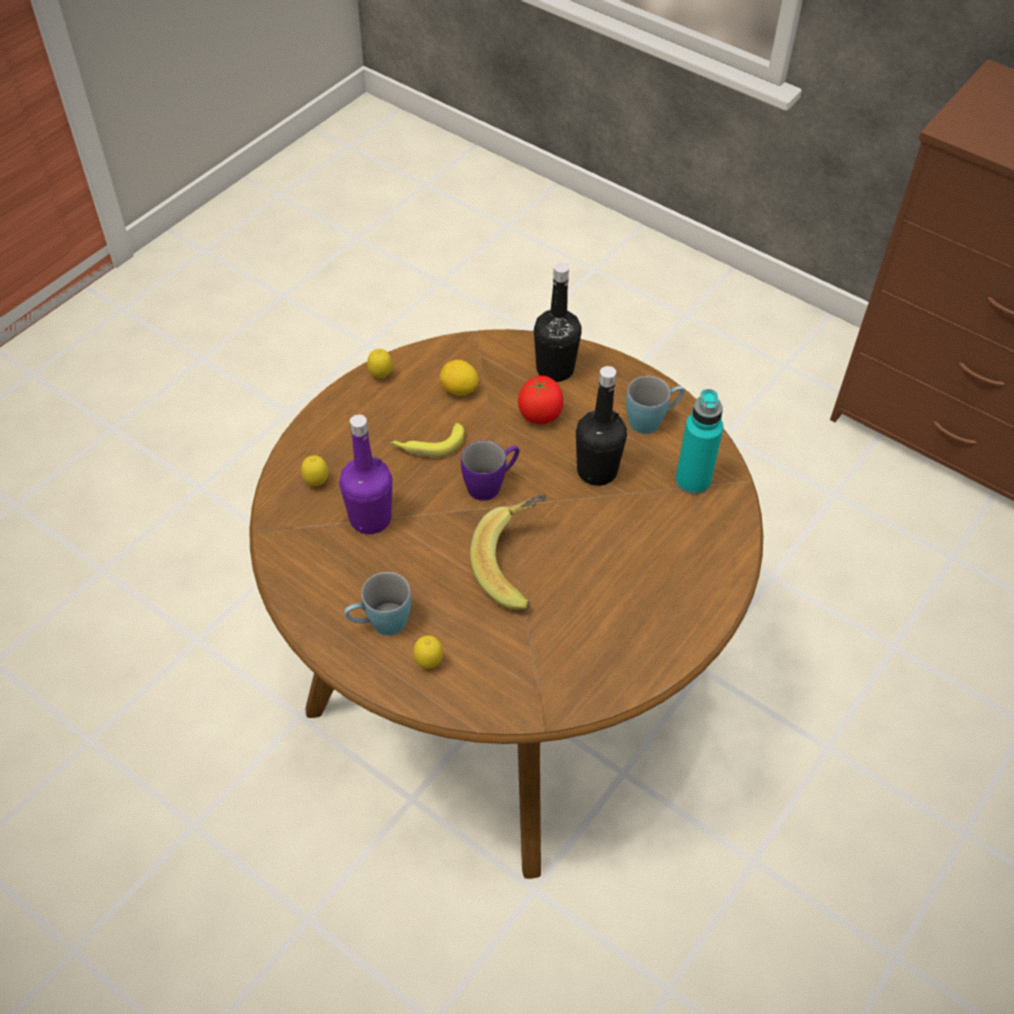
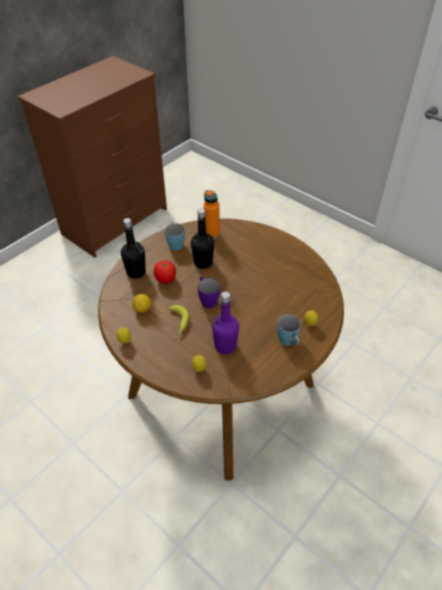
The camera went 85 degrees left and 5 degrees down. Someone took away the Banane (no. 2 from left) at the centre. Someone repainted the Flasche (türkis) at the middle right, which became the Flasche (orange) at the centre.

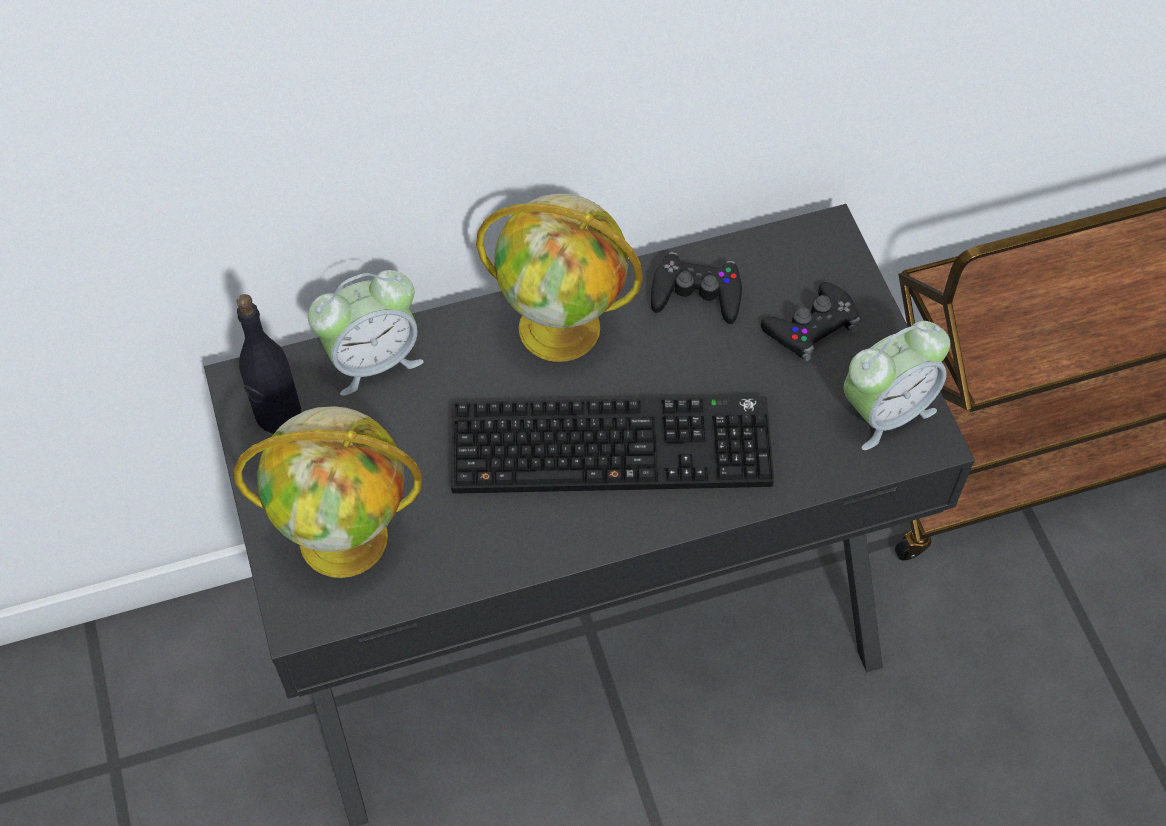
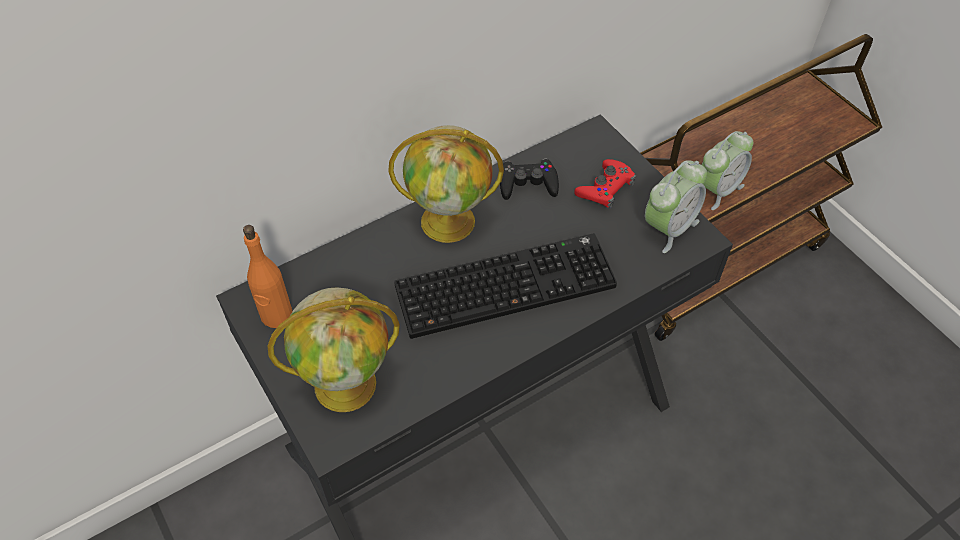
The camera went 15 degrees left and 5 degrees down. Someone repainted the Flasche (schwarz) at the middle left, which became the Flasche (orange) at the middle left. Someone carried the Wecker (no. 1 from left in the first image) from the middle left to the top right. Someone repainted the Gamepad (schwarz) (no. 2 from left) at the middle right, which became the Gamepad (rot) at the centre.

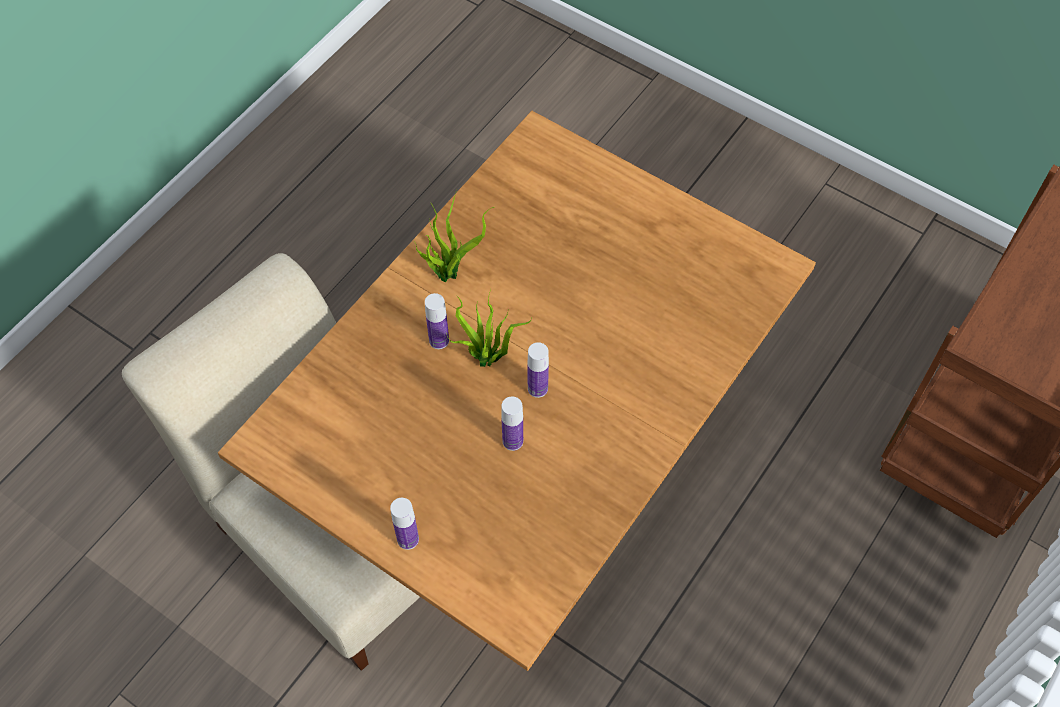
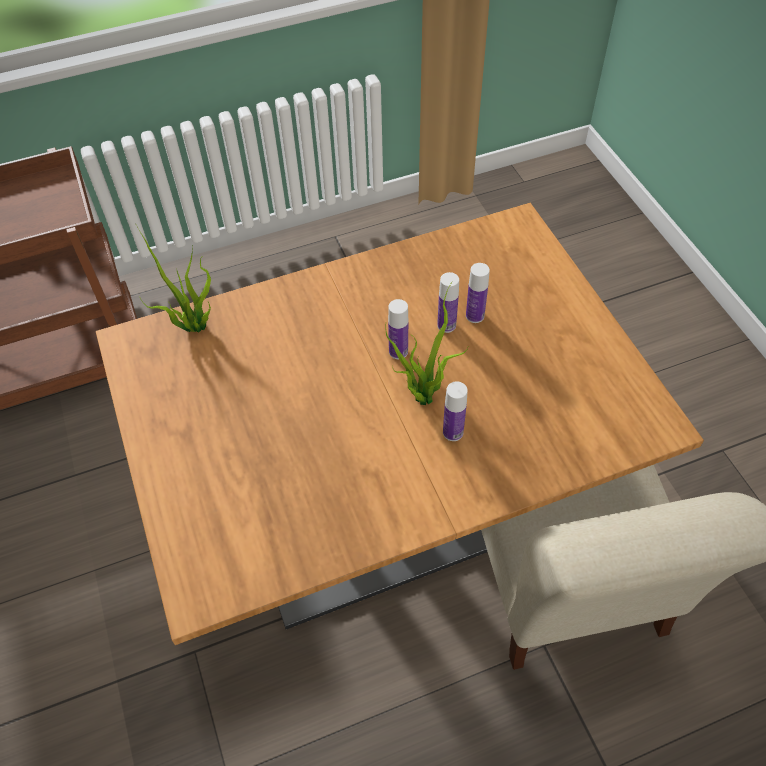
The camera went 145 degrees left and 5 degrees down. Someone carried the Flasche (no. 1 from left in the first image) from the bottom centre to the centre. Someone carried the Topfpflanze (no. 1 from left) from the centre to the middle left.

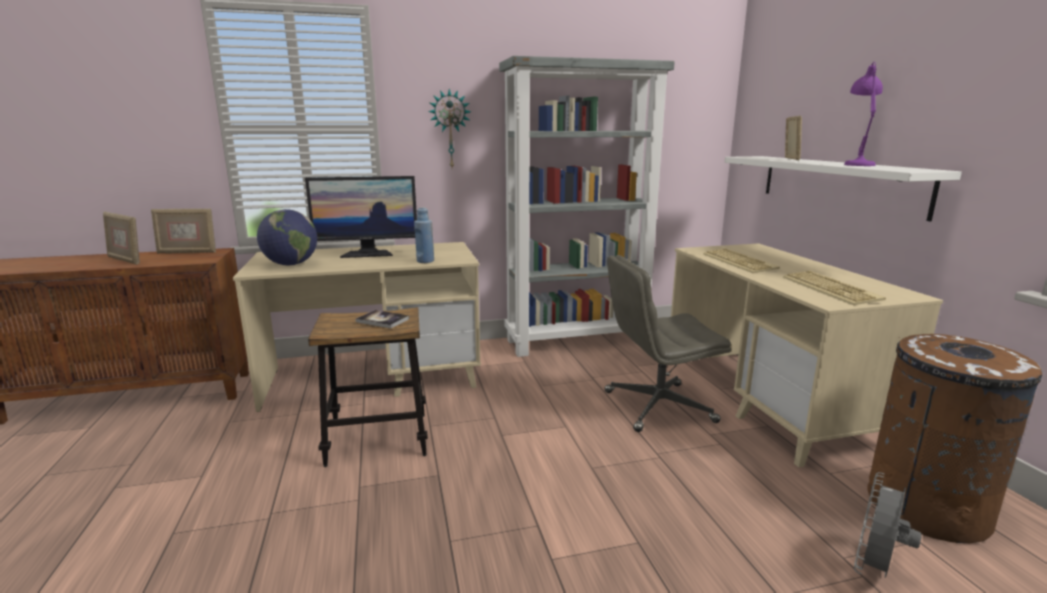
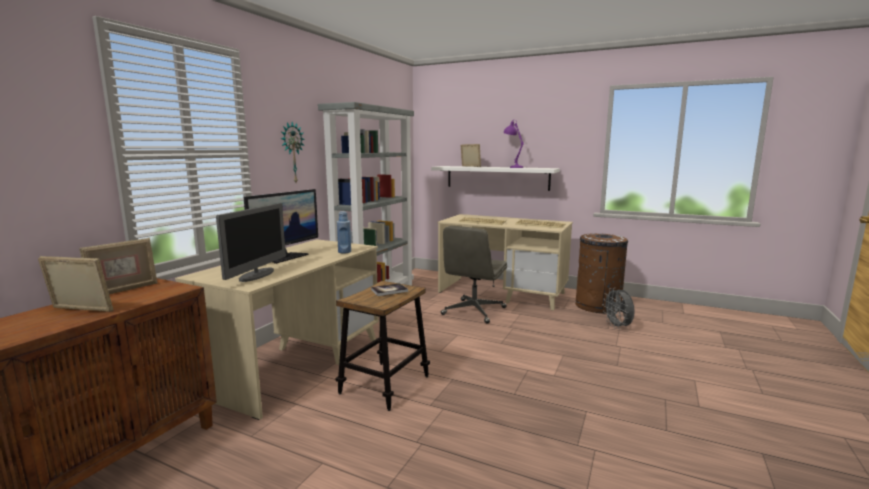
The camera went 50 degrees left and 5 degrees down. Someone rotated the Bilderrahmen (no. 1 from left) at the middle left by 150 degrees counterclockwise. Someone swapped the Globus at the middle left for the Monitor (no. 1 from left) at the middle left.

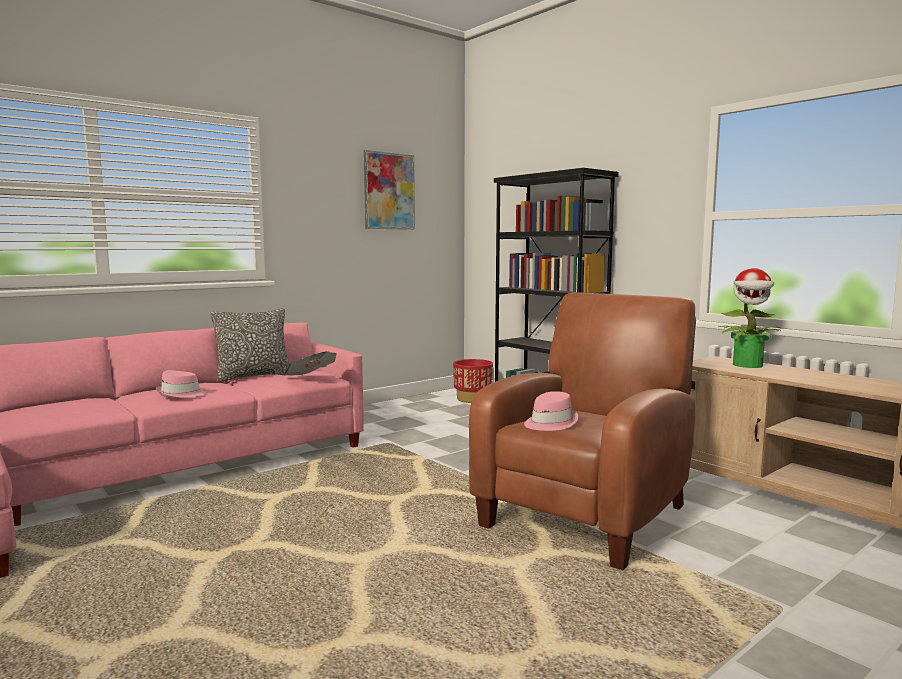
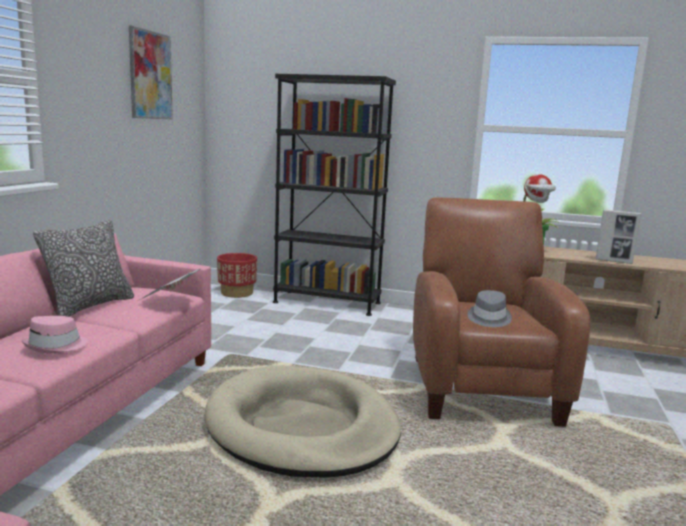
The camera went 35 degrees left and 5 degrees up. Someone repainted the Hut (rosa) (no. 2 from left) at the centre, which became the Hut (grau) at the middle right. Someone put down the Hundebett (beige) at the bottom centre. Someone put down the Bilderrahmen at the middle right.

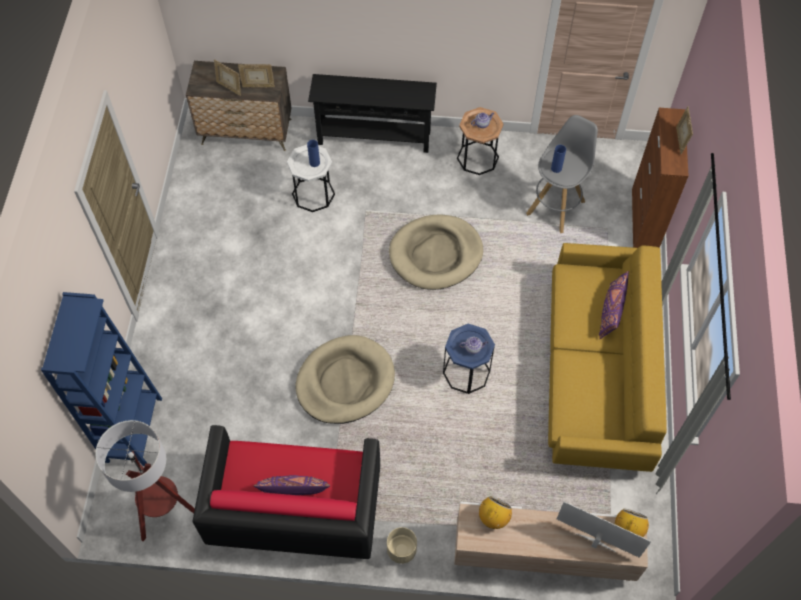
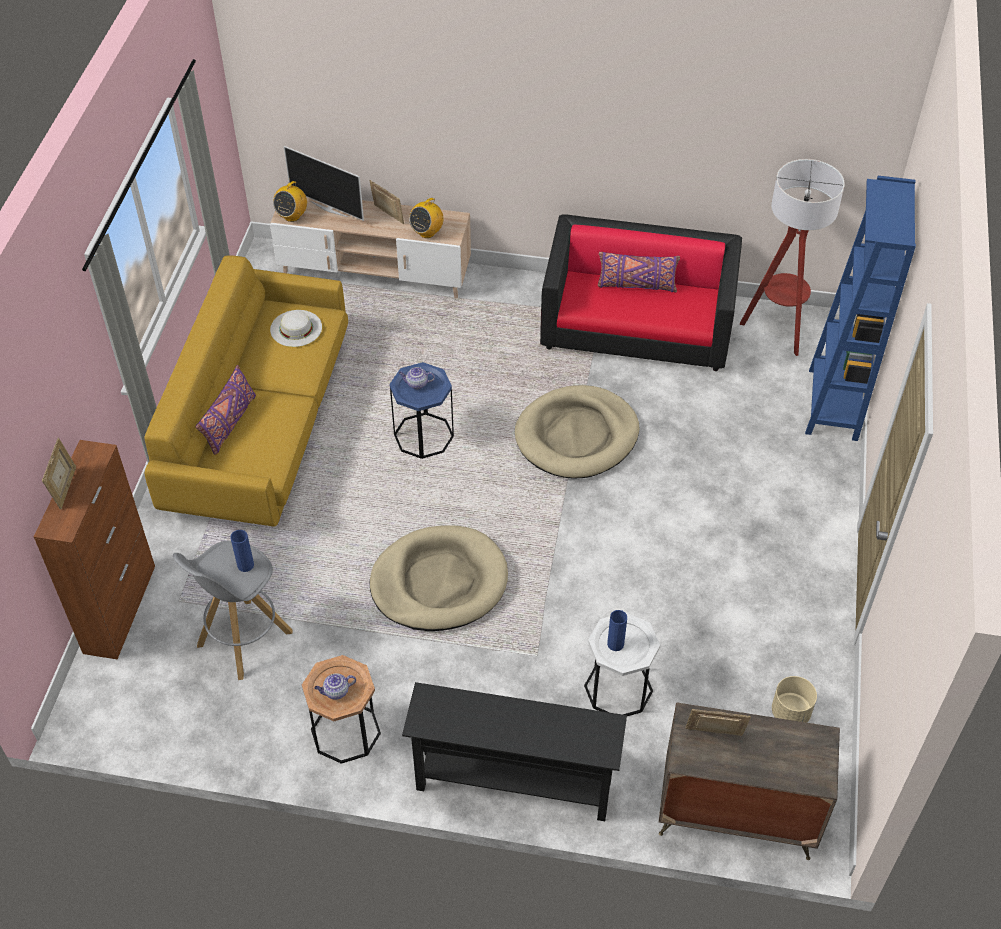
The camera went 175 degrees left and 10 degrees down. Someone carried the Bilderrahmen (no. 1 from left in the first image) from the top left to the top centre. Someone carried the Pflanzkübel (beige) from the bottom centre to the bottom right. Someone put down the Hut (weiß) at the middle left.

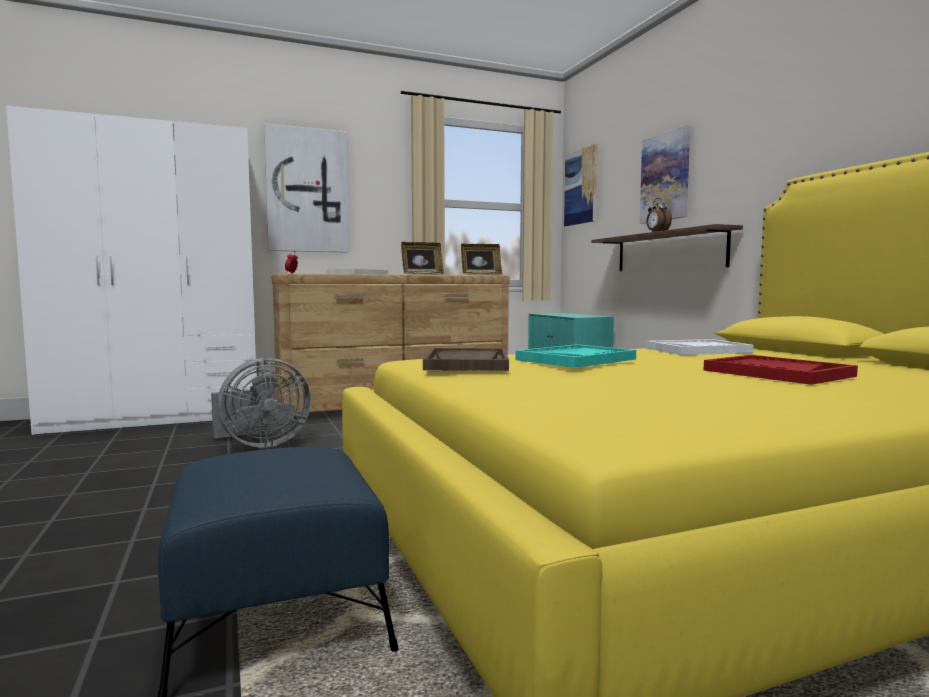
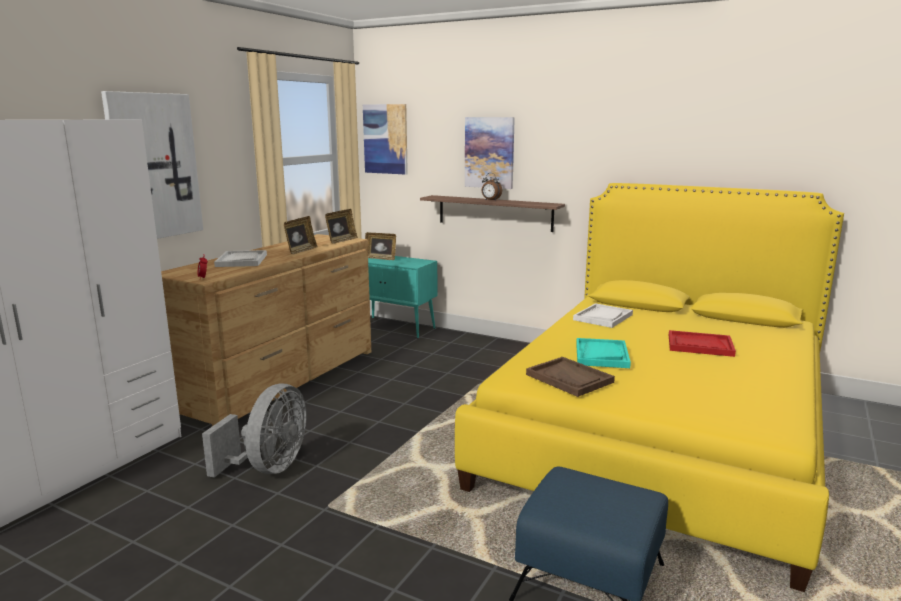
The camera went 40 degrees left and 10 degrees up. Someone put down the Bilderrahmen (no. 3 from left) at the centre.

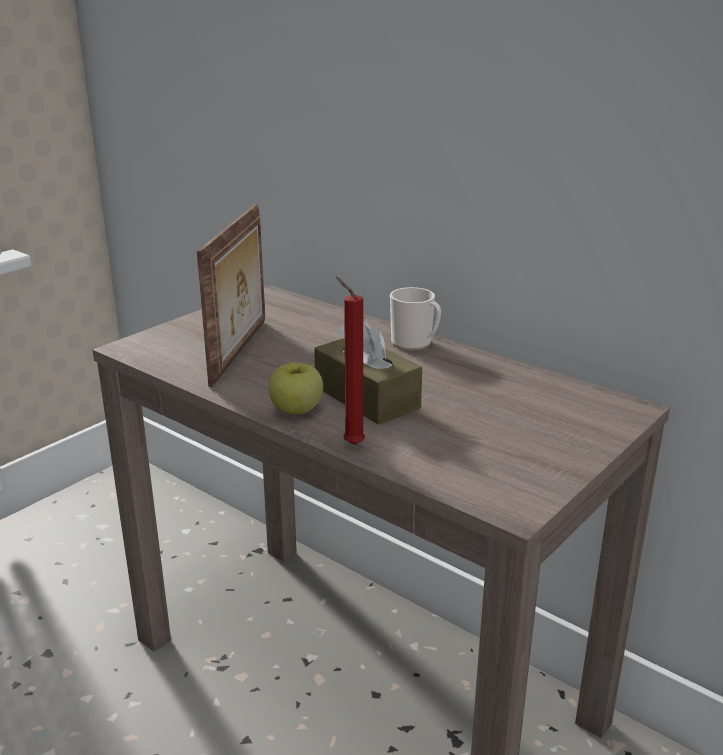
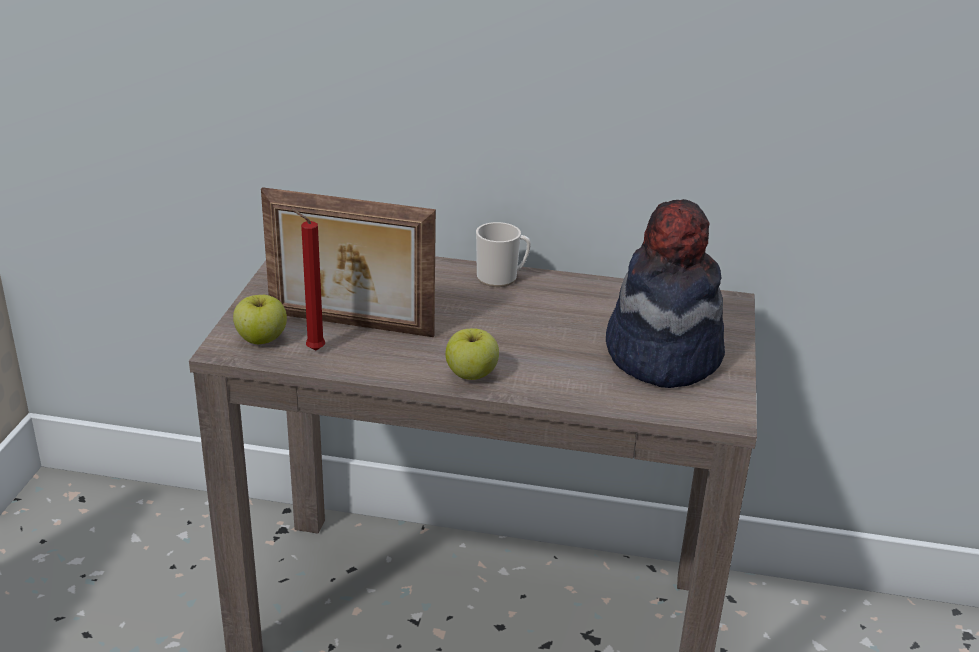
The camera went 30 degrees left and 5 degrees up. Someone rotated the Bilderrahmen at the middle left by 120 degrees clockwise. Someone took away the Taschentuchbox (braun) at the centre. Someone carried the Kerze (rot) from the centre to the middle left. Someone put down the Apfel (no. 1 from left) at the middle left. Someone put down the Hut at the middle right.

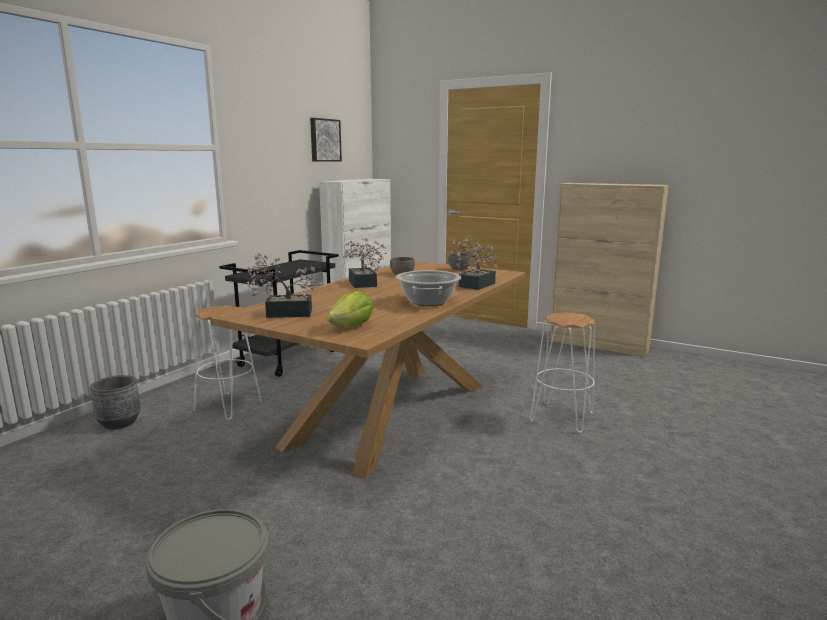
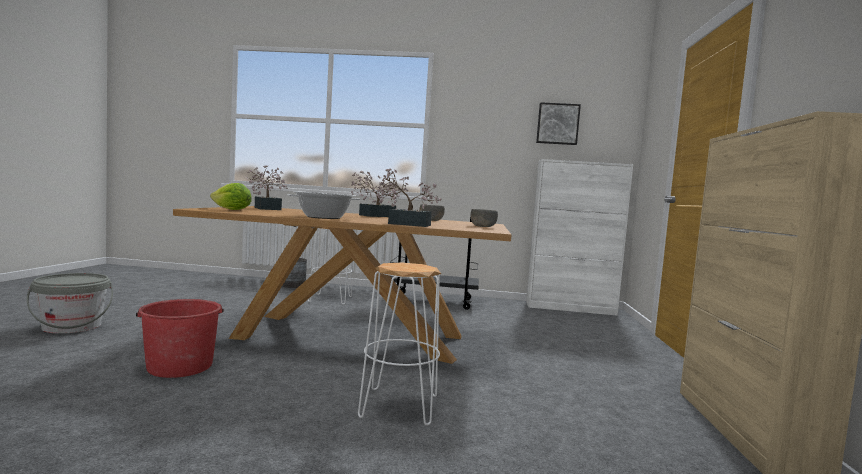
The camera went 65 degrees right and 10 degrees down. Someone put down the Eimer (rot) at the bottom left.

